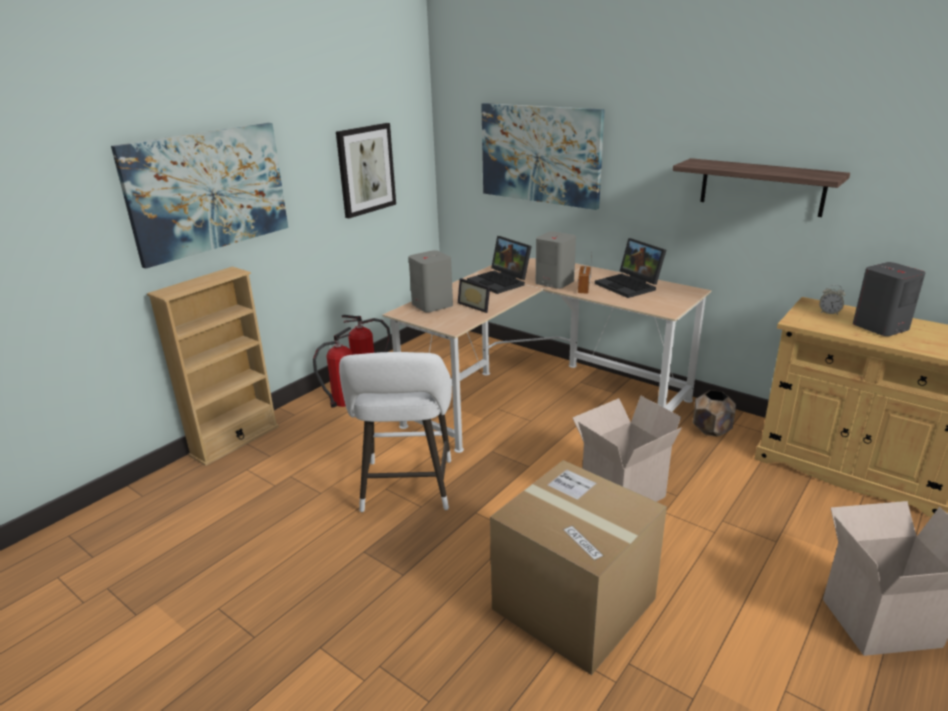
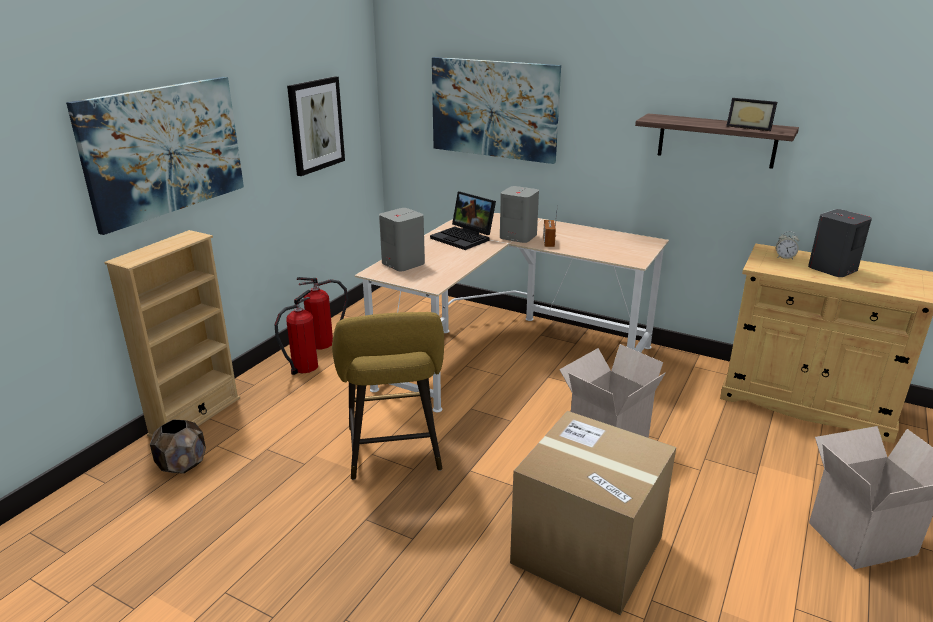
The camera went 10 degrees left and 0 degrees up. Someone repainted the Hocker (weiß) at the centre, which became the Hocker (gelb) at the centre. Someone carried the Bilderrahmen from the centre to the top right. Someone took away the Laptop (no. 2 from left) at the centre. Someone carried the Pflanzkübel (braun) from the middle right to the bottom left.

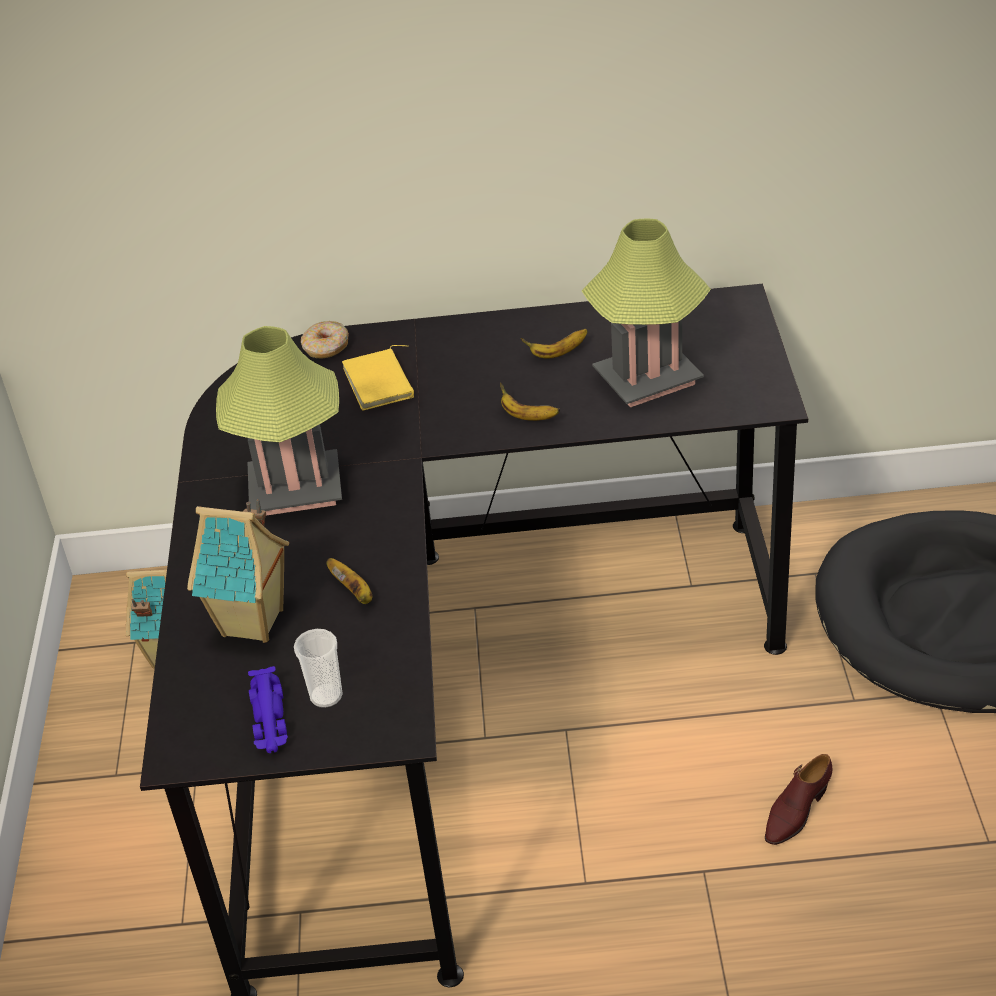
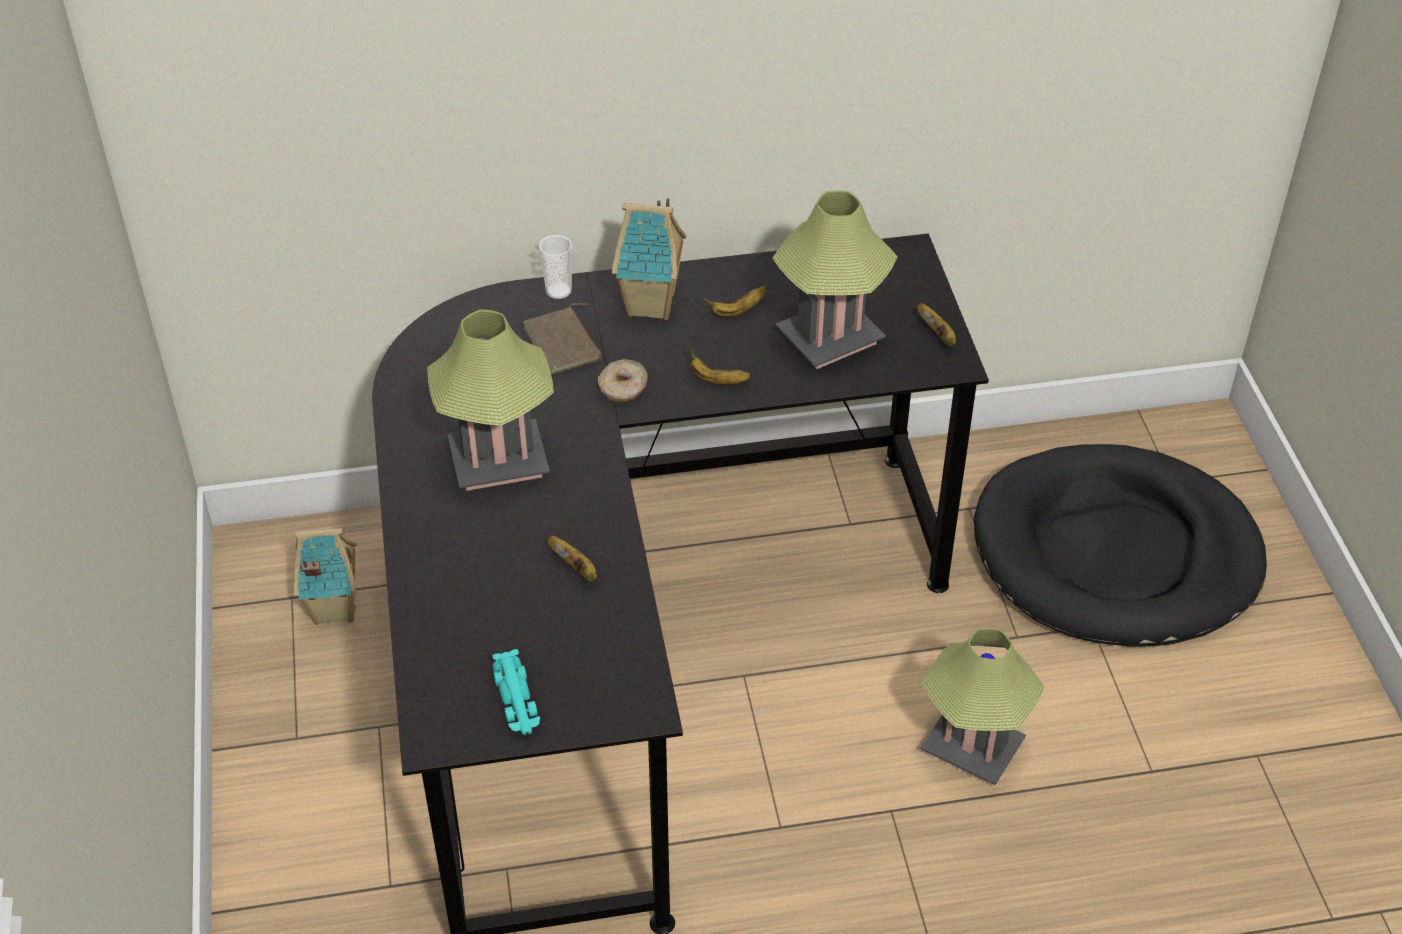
The camera went 10 degrees left and 5 degrees up. Someone carried the Spielzeughaus (no. 2 from left) from the middle left to the top centre. Someone repainted the Spielzeugauto (lila) at the bottom left, which became the Spielzeugauto (türkis) at the bottom centre. Someone carried the Tasse from the bottom left to the top centre. Someone carried the Donut from the middle left to the centre. Someone repainted the Buch (gelb) at the centre, which became the Buch (braun) at the centre. Someone swapped the Schuh (braun) at the bottom right for the Tischlampe (no. 3 from left) at the bottom right. Someone put down the Banane (no. 4 from left) at the middle right.

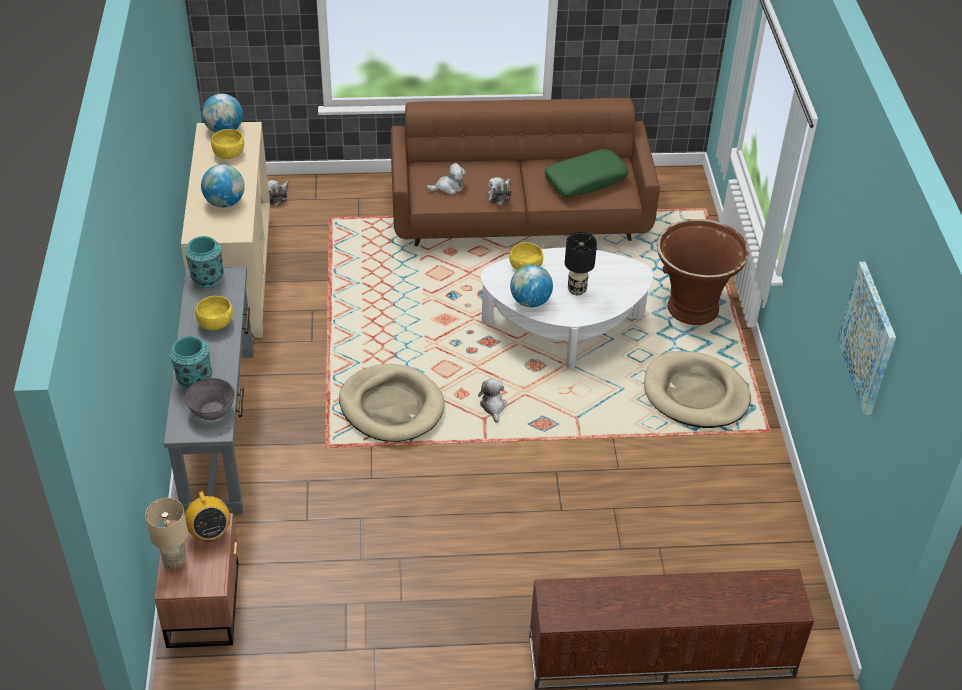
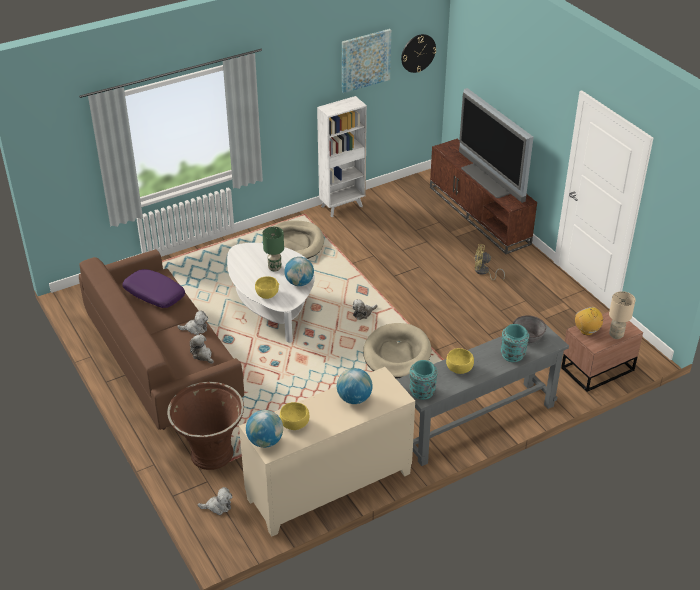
The camera went 115 degrees left and 5 degrees down. Someone rotated the Radio at the bottom left by 60 degrees counterclockwise. Someone repainted the Kissen (grün) at the top centre, which became the Kissen (lila) at the middle left. Someone repainted the Tischlampe (schwarz) at the centre, which became the Tischlampe (grün) at the centre. Someone carried the Pflanzkübel (braun) from the middle right to the bottom left. Someone put down the Bücherregal (weiß) at the top centre. Someone put up the Wanduhr at the top centre. Someone put down the Fernseher at the top right. Someone put down the Ventilator (gelb) at the middle right.

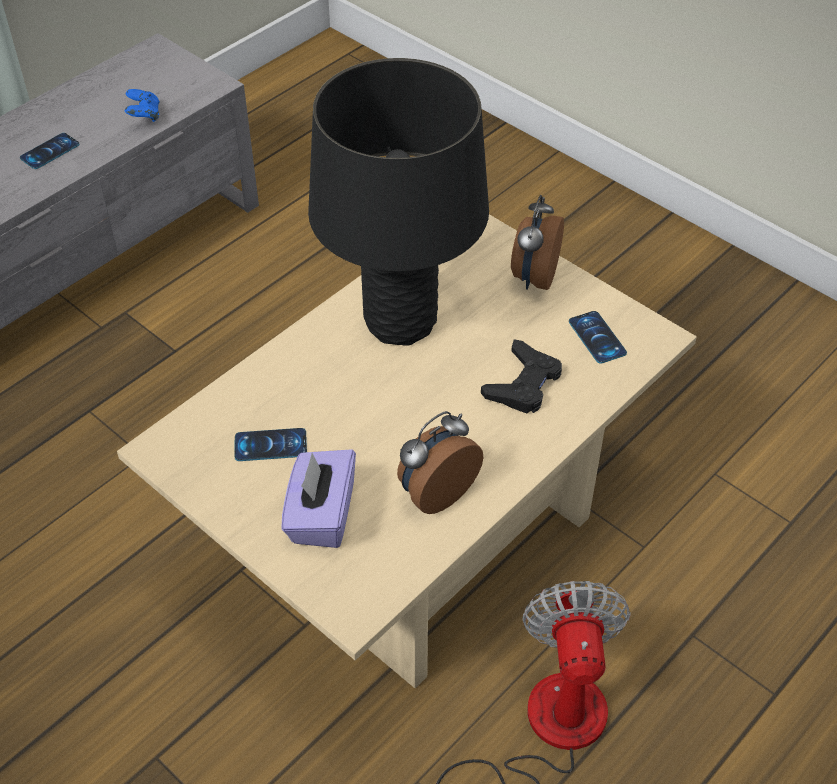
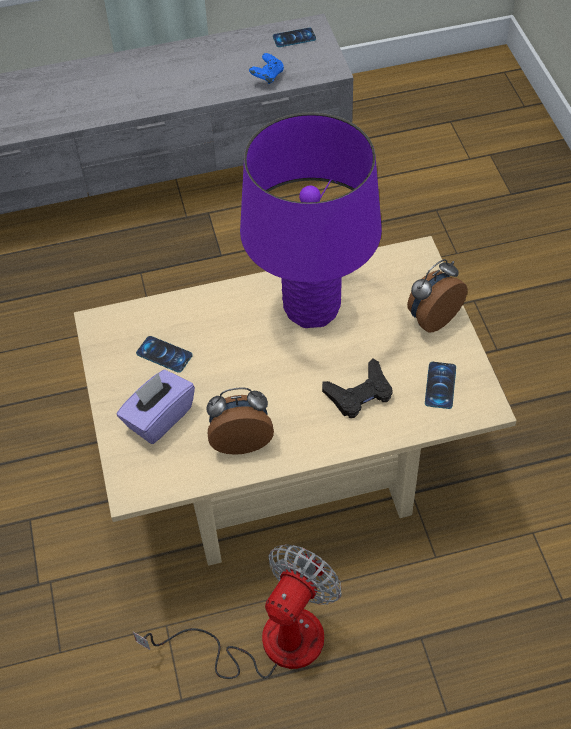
The camera went 35 degrees right and 5 degrees up. Someone carried the Handy (no. 1 from left in the first image) from the top left to the top centre. Someone repainted the Tischlampe (schwarz) at the top centre, which became the Tischlampe (lila) at the top centre.

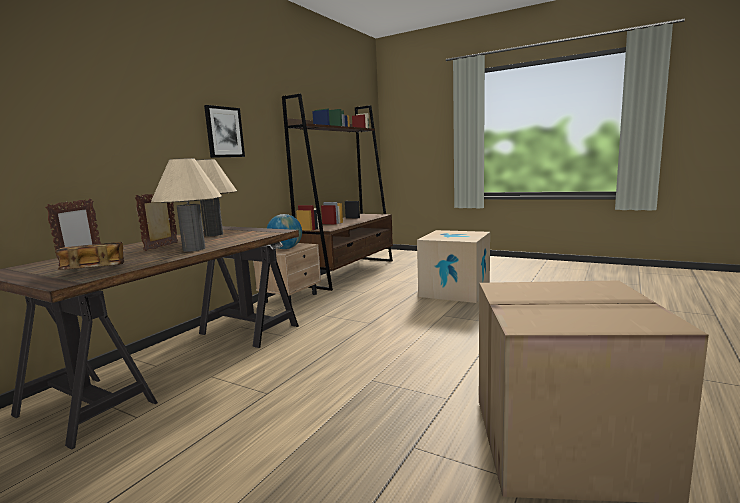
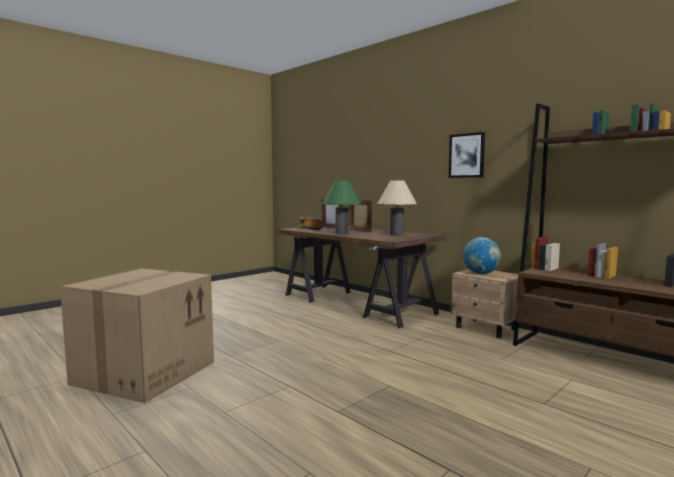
The camera went 105 degrees right and 5 degrees down. Someone repainted the Tischlampe (beige) (no. 1 from left) at the middle left, which became the Tischlampe (grün) at the centre. Someone took away the Karton (no. 1 from left) at the centre.

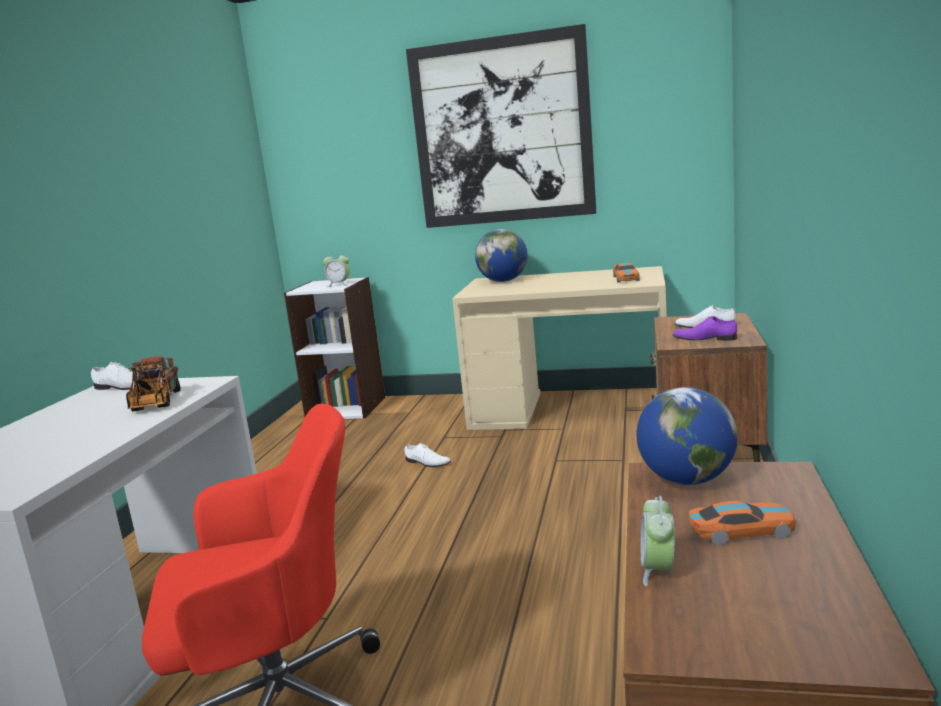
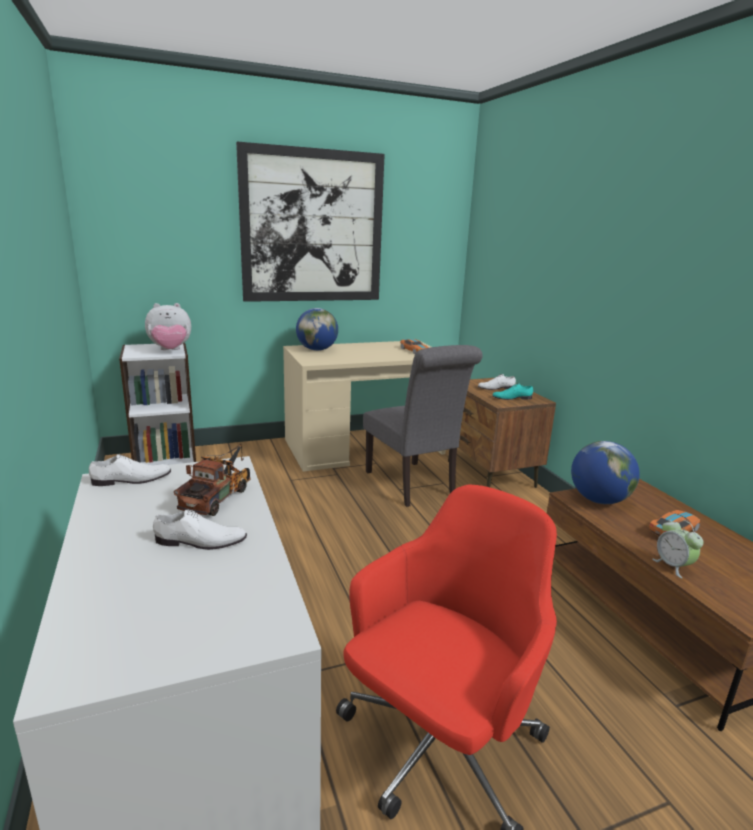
The camera went 35 degrees left and 5 degrees up. Someone rotated the Spielzeuglaster at the middle left by 120 degrees counterclockwise. Someone swapped the Wecker (no. 1 from left) at the centre for the Plüschtier at the middle left. Someone carried the Schuh (weiß) (no. 2 from left) from the centre to the middle left. Someone repainted the Schuh (lila) at the middle right, which became the Schuh (türkis) at the middle right. Someone put down the Stuhl (grau) at the centre.

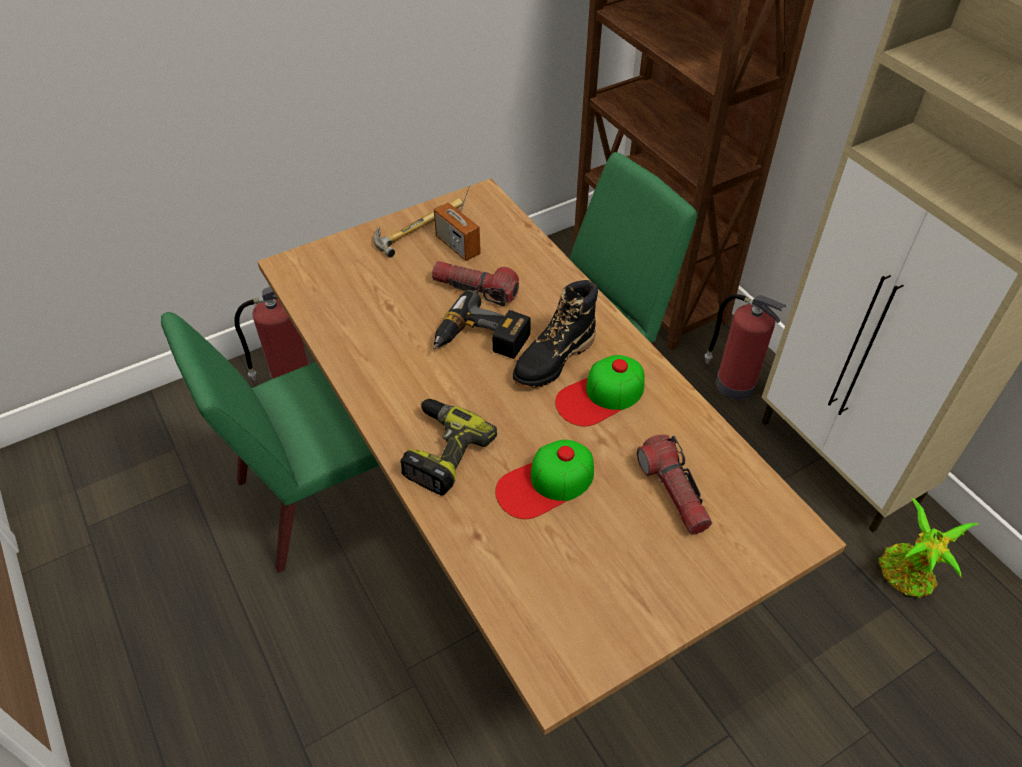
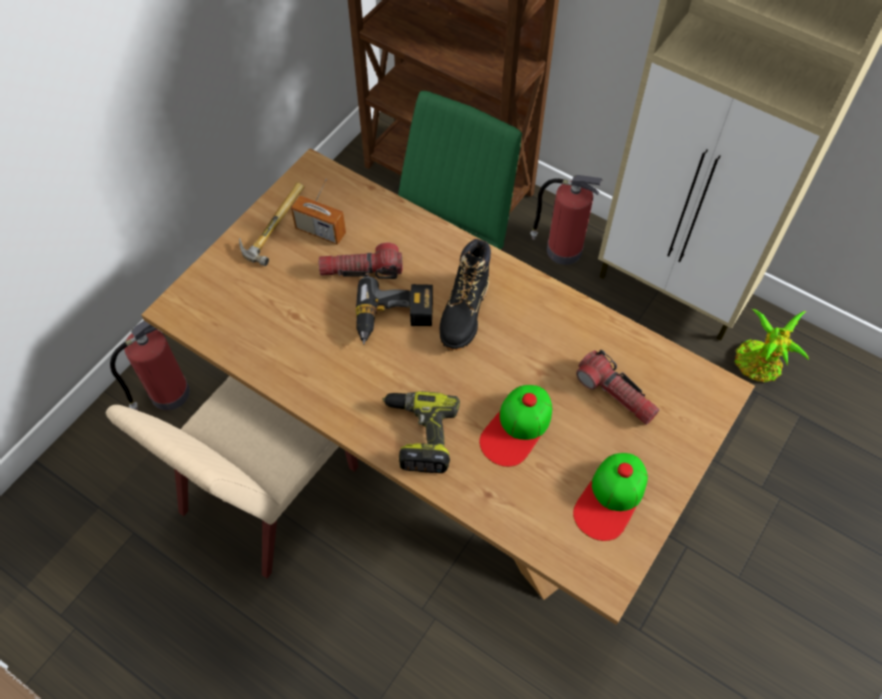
The camera went 25 degrees left and 10 degrees up. Someone repainted the Stuhl (grün) (no. 1 from left) at the middle left, which became the Stuhl (beige) at the bottom left. Someone carried the Kappe (no. 2 from left) from the centre to the bottom right.

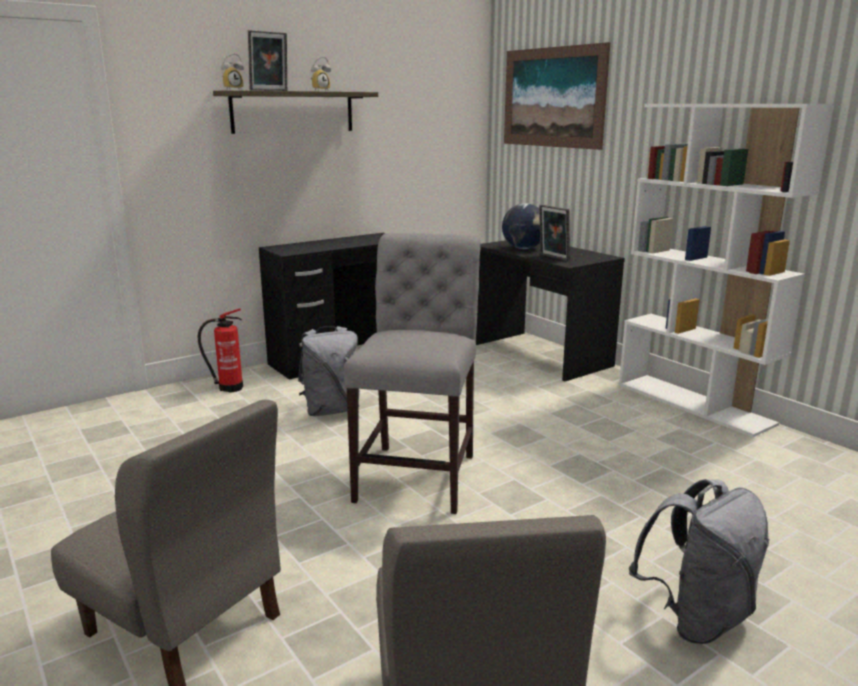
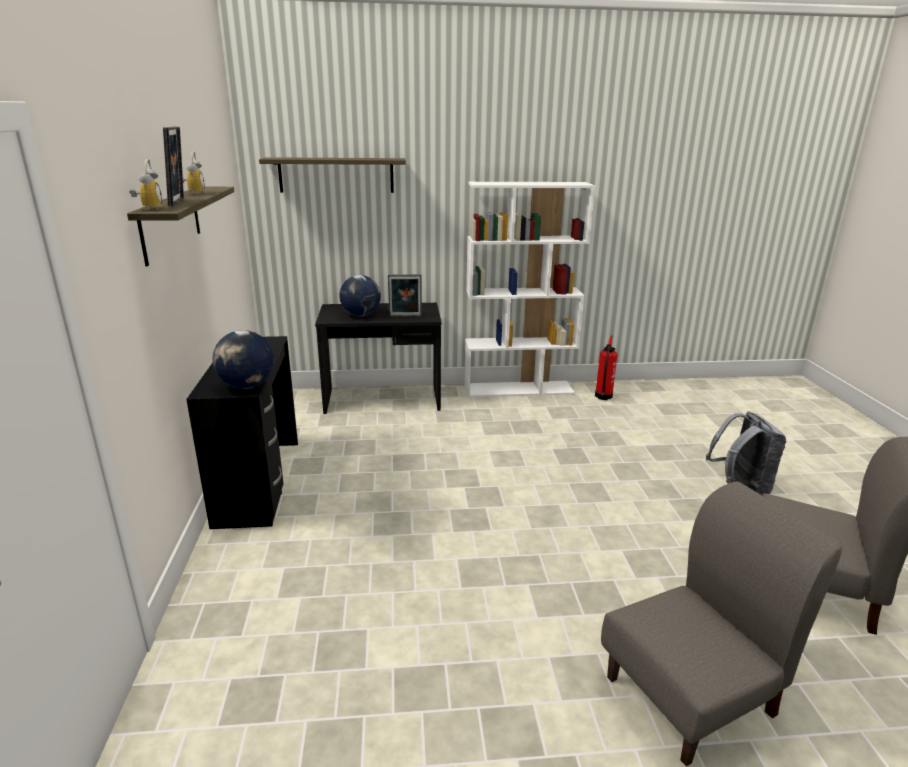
The camera went 60 degrees left and 5 degrees up. Someone carried the Feuerlöscher from the middle left to the middle right. Someone took away the Rucksack (grau) (no. 1 from left) at the centre. Someone took away the Stuhl (grau) (no. 2 from left) at the centre. Someone swapped the Bild at the top centre for the Wandregal (no. 2 from left) at the top centre. Someone put down the Globus (no. 1 from left) at the middle left.

